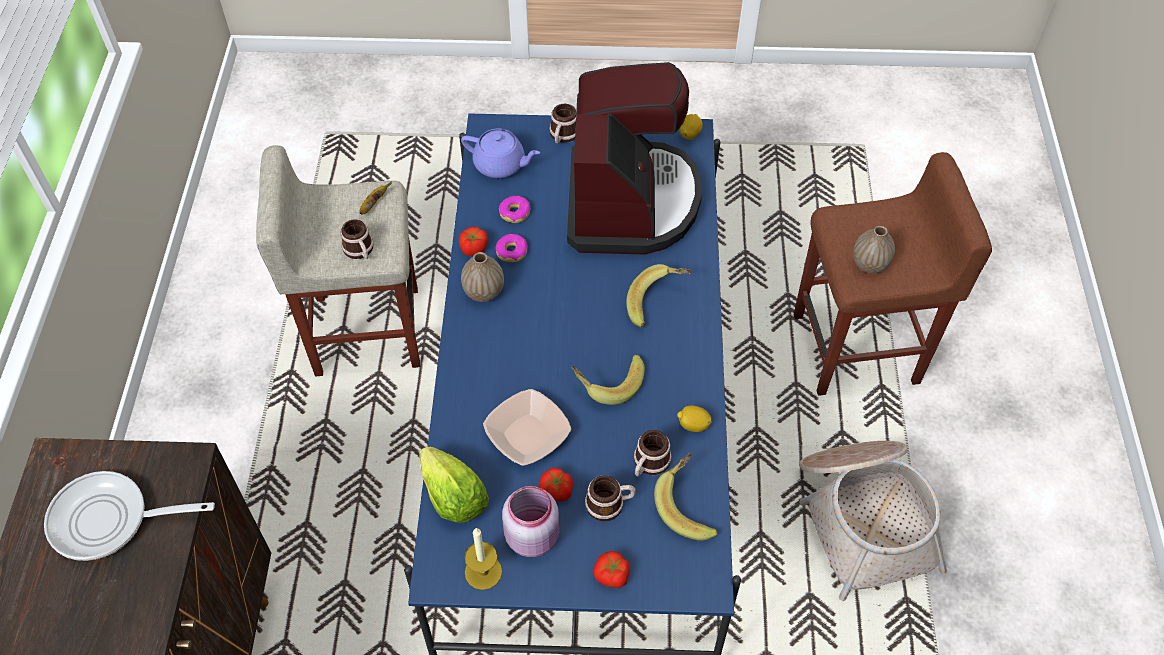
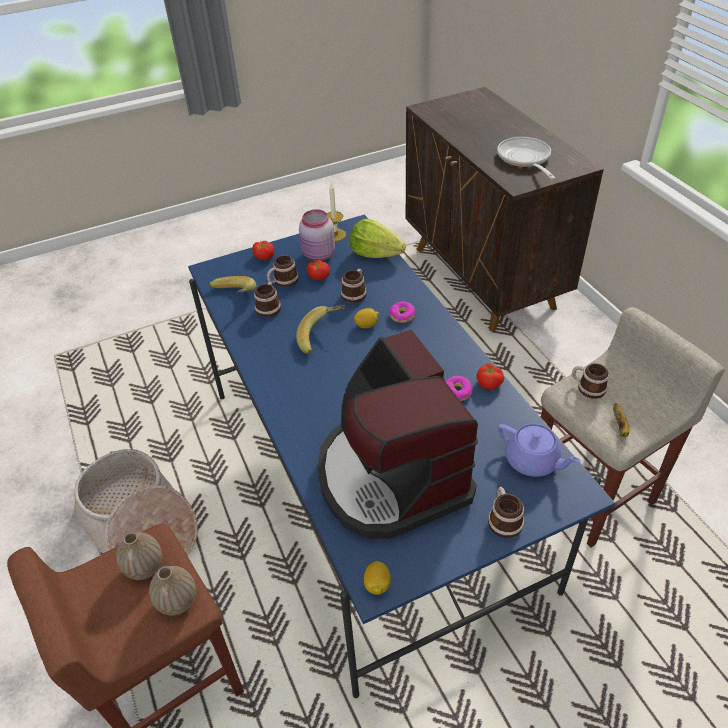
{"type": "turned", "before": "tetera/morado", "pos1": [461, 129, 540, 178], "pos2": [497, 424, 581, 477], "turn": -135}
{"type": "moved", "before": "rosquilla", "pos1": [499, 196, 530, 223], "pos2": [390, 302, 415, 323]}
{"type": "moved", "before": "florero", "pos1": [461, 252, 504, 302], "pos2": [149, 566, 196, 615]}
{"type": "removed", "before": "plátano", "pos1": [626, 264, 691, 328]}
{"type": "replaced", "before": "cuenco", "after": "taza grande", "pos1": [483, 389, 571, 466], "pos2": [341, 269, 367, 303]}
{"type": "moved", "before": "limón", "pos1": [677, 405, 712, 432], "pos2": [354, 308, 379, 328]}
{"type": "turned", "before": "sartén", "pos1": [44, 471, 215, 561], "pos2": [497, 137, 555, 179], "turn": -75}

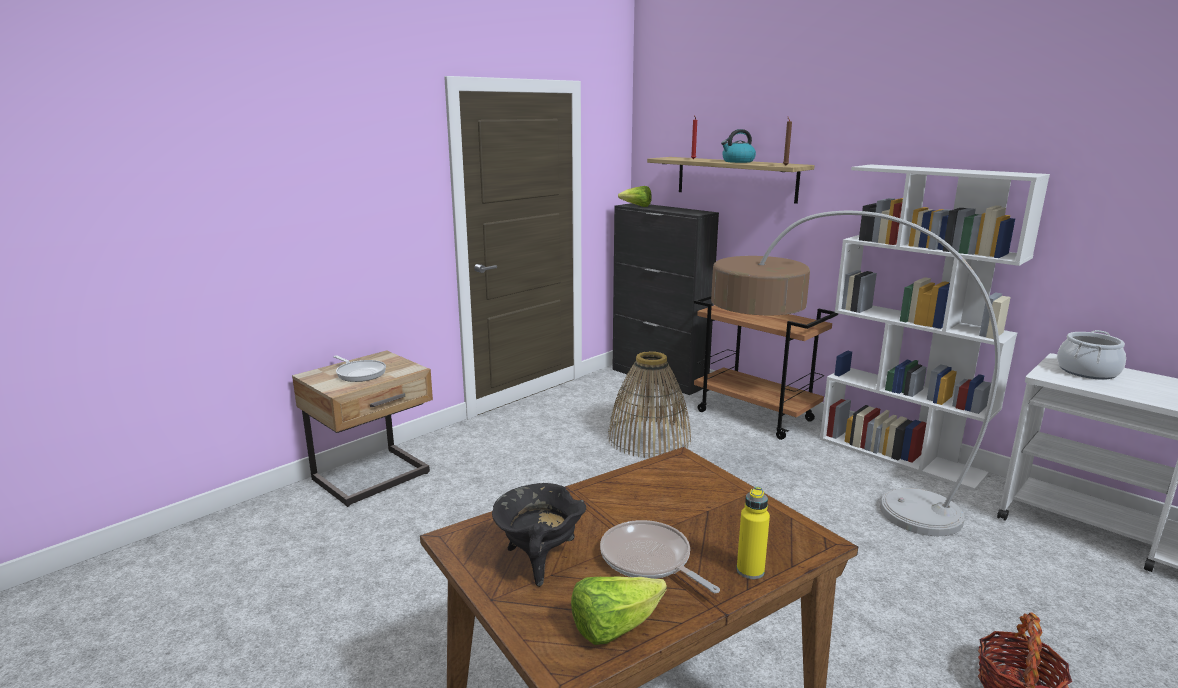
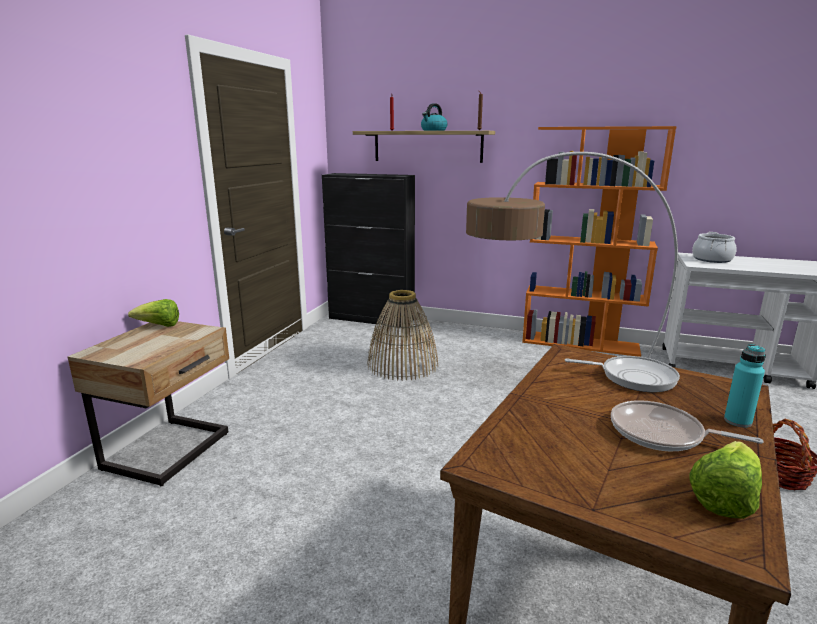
{"type": "recoloured", "before": "estantería/blanco", "after": "estantería/naranja", "pos1": [820, 164, 1050, 491], "pos2": [522, 126, 677, 357]}
{"type": "moved", "before": "lechuga", "pos1": [618, 186, 652, 207], "pos2": [128, 299, 179, 327]}
{"type": "removed", "before": "carrito/marrón", "pos1": [694, 295, 838, 440]}
{"type": "moved", "before": "sartén", "pos1": [333, 355, 386, 382], "pos2": [565, 356, 680, 392]}
{"type": "removed", "before": "olla/negro", "pos1": [492, 483, 586, 587]}
{"type": "recoloured", "before": "botella/amarillo", "after": "botella/turquesa", "pos1": [737, 487, 770, 579], "pos2": [724, 344, 766, 428]}

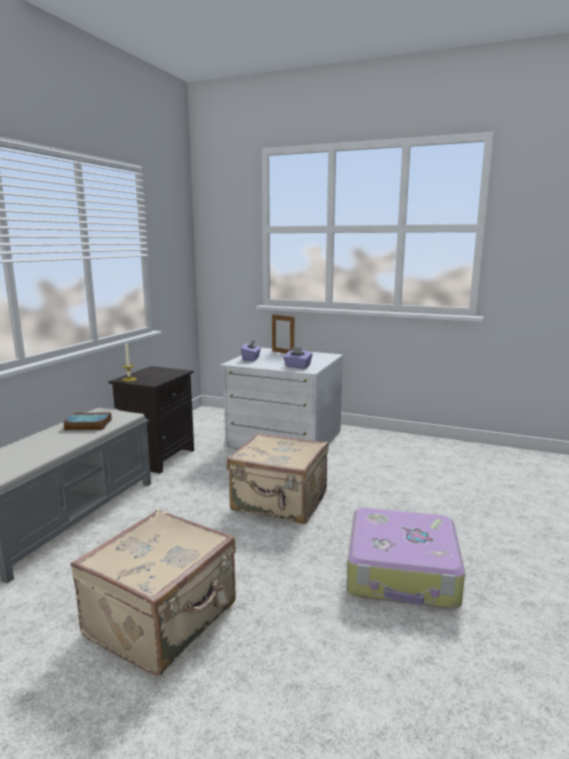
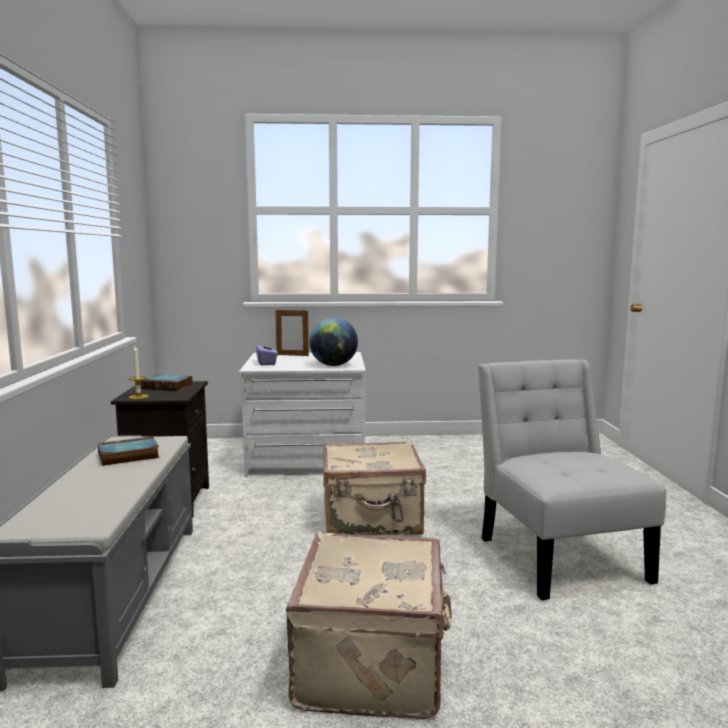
{"type": "replaced", "before": "caja de pañuelos/morado", "after": "globo terráqueo", "pos1": [283, 347, 313, 369], "pos2": [309, 317, 358, 366]}
{"type": "replaced", "before": "maleta", "after": "silla/blanco", "pos1": [347, 508, 465, 609], "pos2": [478, 359, 666, 600]}
{"type": "added", "after": "libro", "pos2": [140, 374, 193, 391]}

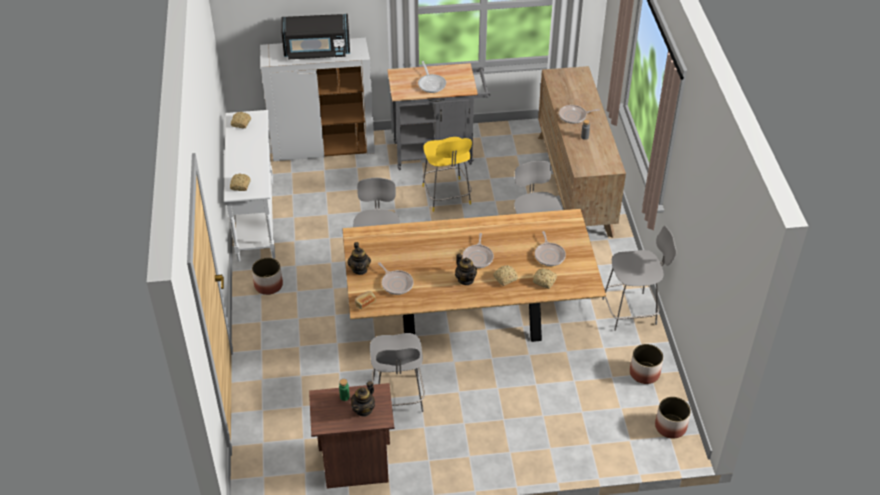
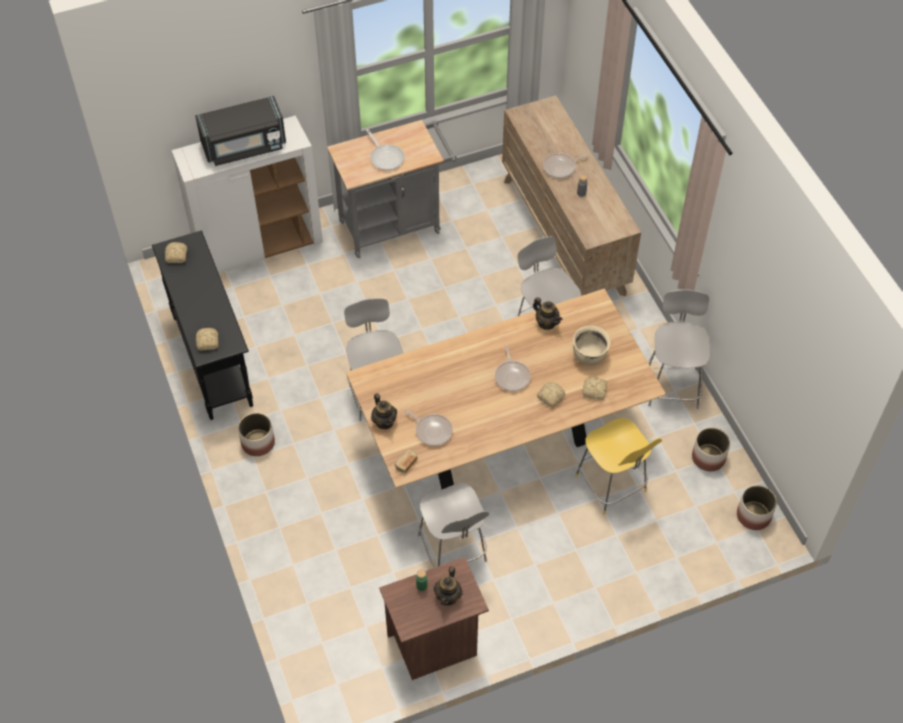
{"type": "recoloured", "before": "mesa consola/blanco", "after": "mesa consola/negro", "pos1": [224, 110, 275, 262], "pos2": [152, 230, 253, 420]}
{"type": "moved", "before": "silla/amarillo", "pos1": [422, 137, 472, 212], "pos2": [575, 418, 662, 515]}
{"type": "turned", "before": "silla/gris", "pos1": [602, 226, 676, 331], "pos2": [648, 289, 710, 409], "turn": -60}
{"type": "replaced", "before": "sartén", "after": "olla/beis", "pos1": [535, 231, 566, 266], "pos2": [573, 326, 611, 365]}
{"type": "moved", "before": "tetera", "pos1": [455, 253, 477, 285], "pos2": [533, 297, 562, 330]}

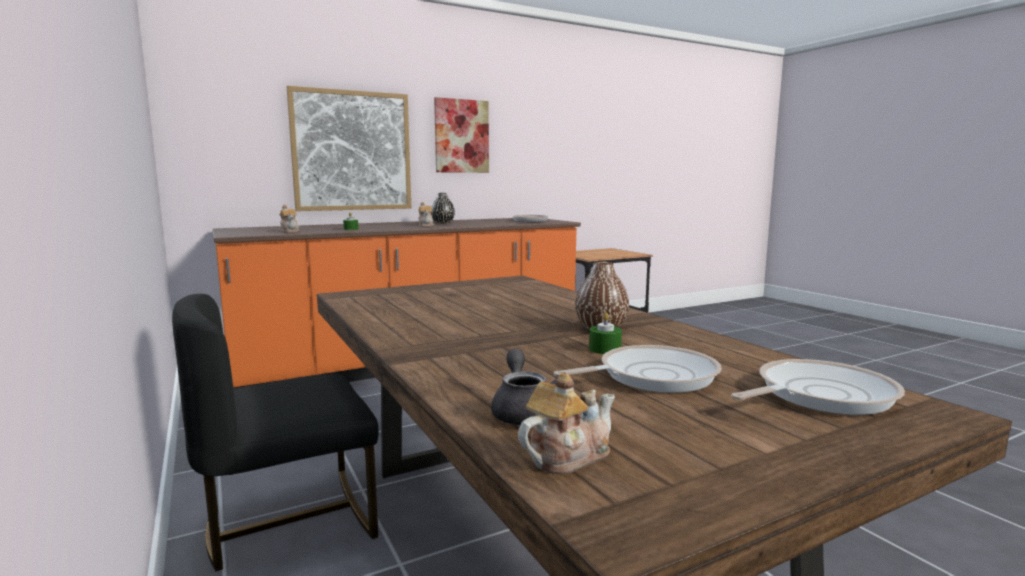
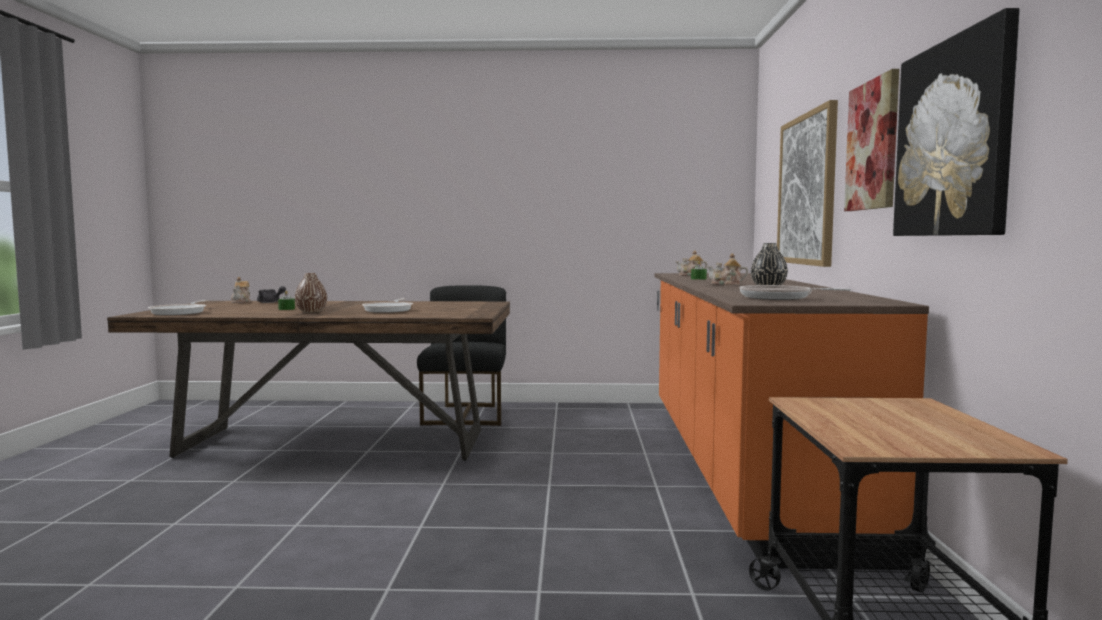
{"type": "moved", "before": "sartén", "pos1": [554, 345, 722, 393], "pos2": [362, 298, 413, 313]}
{"type": "added", "after": "cuadro", "pos2": [893, 8, 1020, 236]}

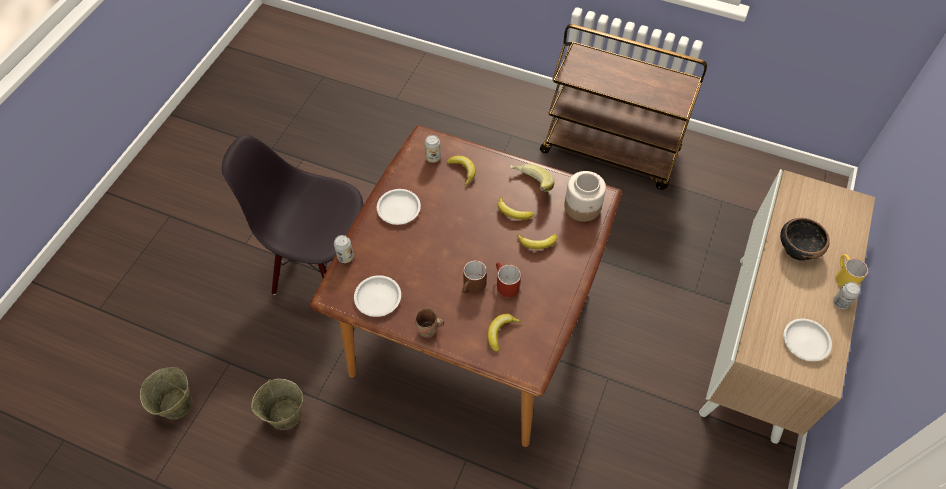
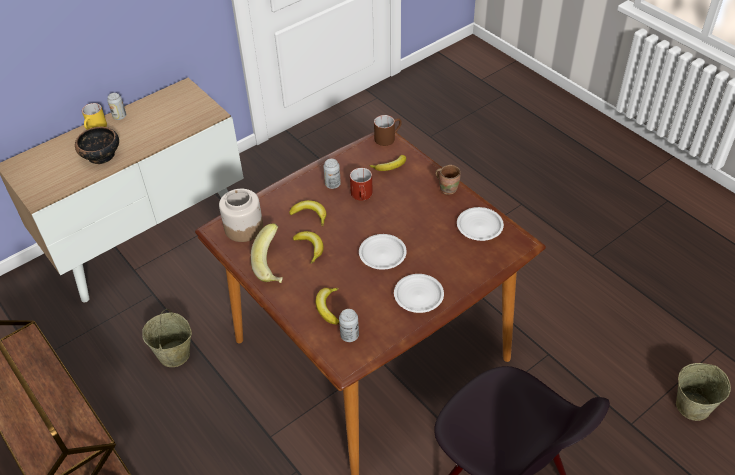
{"type": "moved", "before": "lata", "pos1": [334, 235, 354, 263], "pos2": [323, 159, 341, 189]}
{"type": "moved", "before": "taza grande/marrón", "pos1": [462, 260, 487, 294], "pos2": [374, 115, 402, 146]}
{"type": "moved", "before": "plato/blanco", "pos1": [783, 319, 832, 361], "pos2": [359, 234, 407, 270]}
{"type": "moved", "before": "cubo/beis", "pos1": [251, 379, 303, 430], "pos2": [142, 309, 192, 367]}

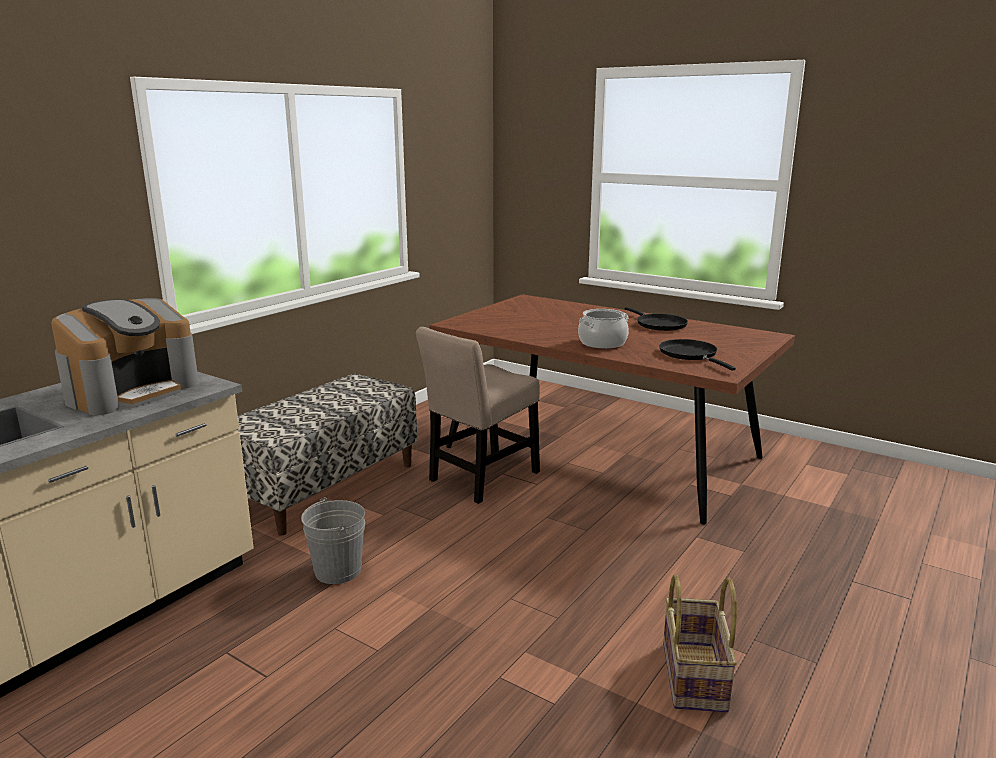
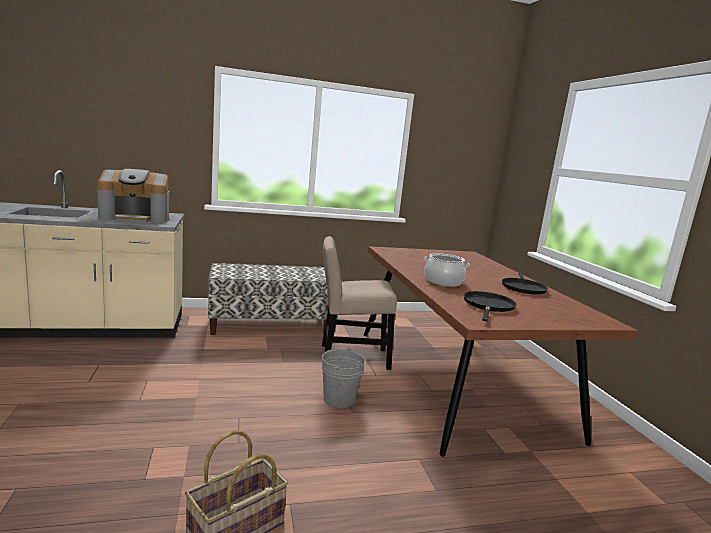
{"type": "moved", "before": "cubo/gris", "pos1": [301, 497, 365, 584], "pos2": [322, 347, 365, 408]}

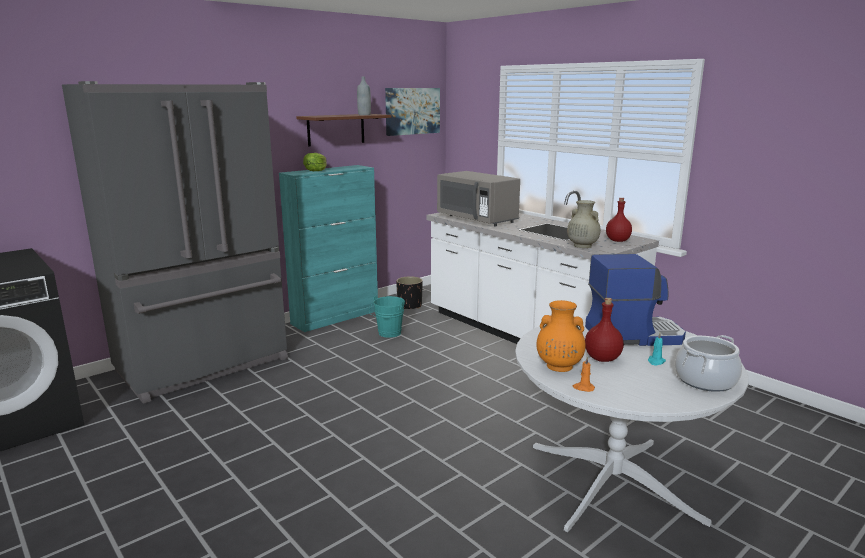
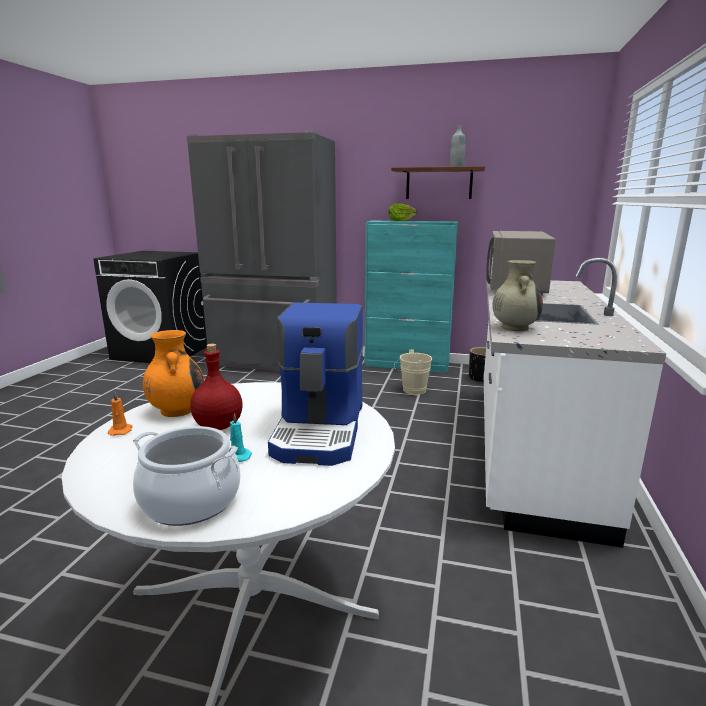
{"type": "removed", "before": "cuadro", "pos1": [385, 88, 440, 136]}
{"type": "removed", "before": "botella/rojo", "pos1": [606, 198, 632, 242]}
{"type": "turned", "before": "cafetera", "pos1": [585, 254, 686, 346], "pos2": [268, 303, 363, 466], "turn": 45}
{"type": "recoloured", "before": "cubo/turquesa", "after": "cubo/beis", "pos1": [369, 296, 405, 338], "pos2": [394, 349, 432, 395]}

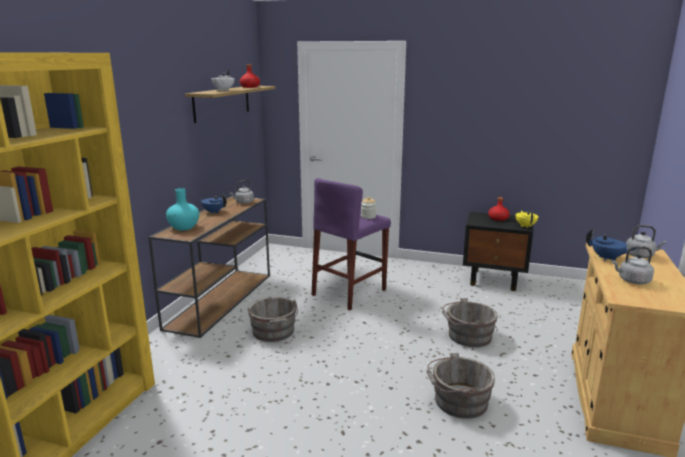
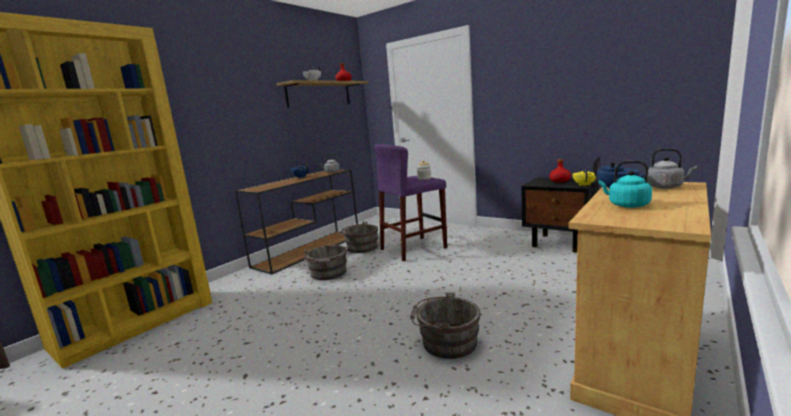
{"type": "removed", "before": "florero/turquesa", "pos1": [166, 188, 199, 231]}
{"type": "recoloured", "before": "hervidor/gris", "after": "hervidor/turquesa", "pos1": [612, 246, 654, 285], "pos2": [598, 160, 652, 208]}
{"type": "moved", "before": "cubo/gris", "pos1": [442, 298, 497, 347], "pos2": [339, 222, 378, 253]}

